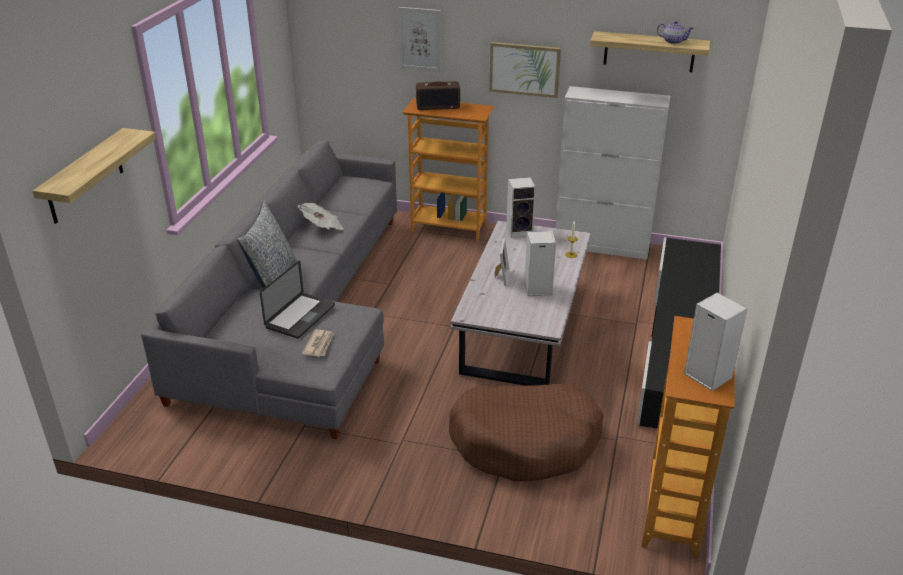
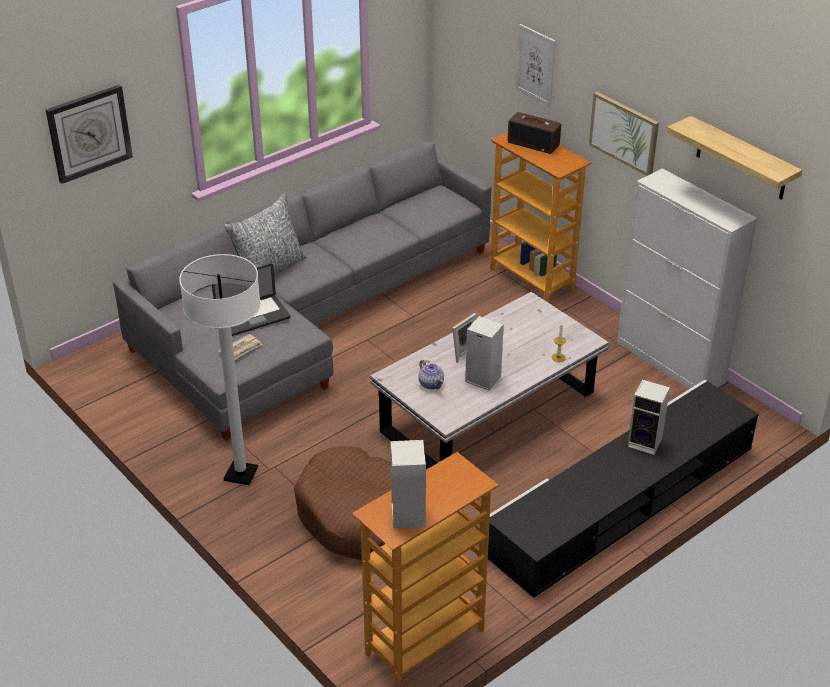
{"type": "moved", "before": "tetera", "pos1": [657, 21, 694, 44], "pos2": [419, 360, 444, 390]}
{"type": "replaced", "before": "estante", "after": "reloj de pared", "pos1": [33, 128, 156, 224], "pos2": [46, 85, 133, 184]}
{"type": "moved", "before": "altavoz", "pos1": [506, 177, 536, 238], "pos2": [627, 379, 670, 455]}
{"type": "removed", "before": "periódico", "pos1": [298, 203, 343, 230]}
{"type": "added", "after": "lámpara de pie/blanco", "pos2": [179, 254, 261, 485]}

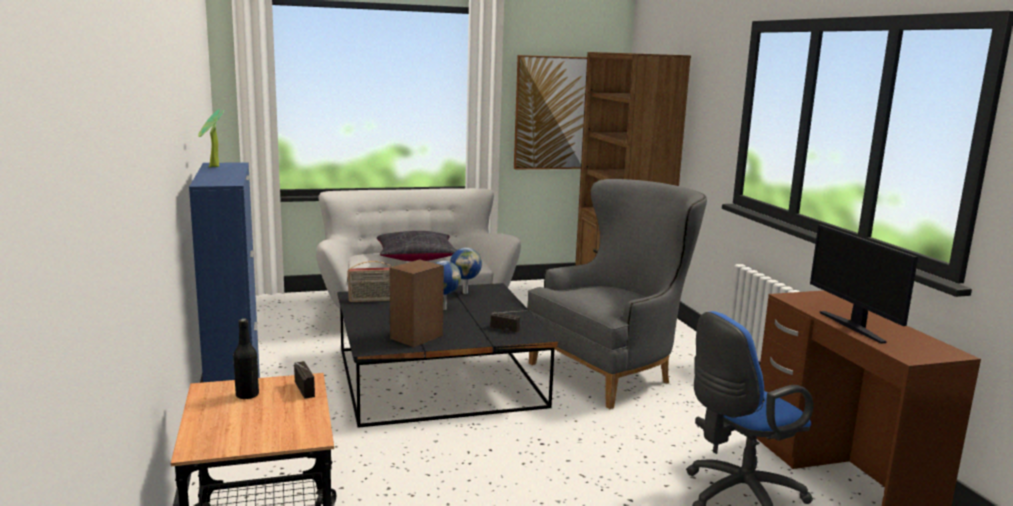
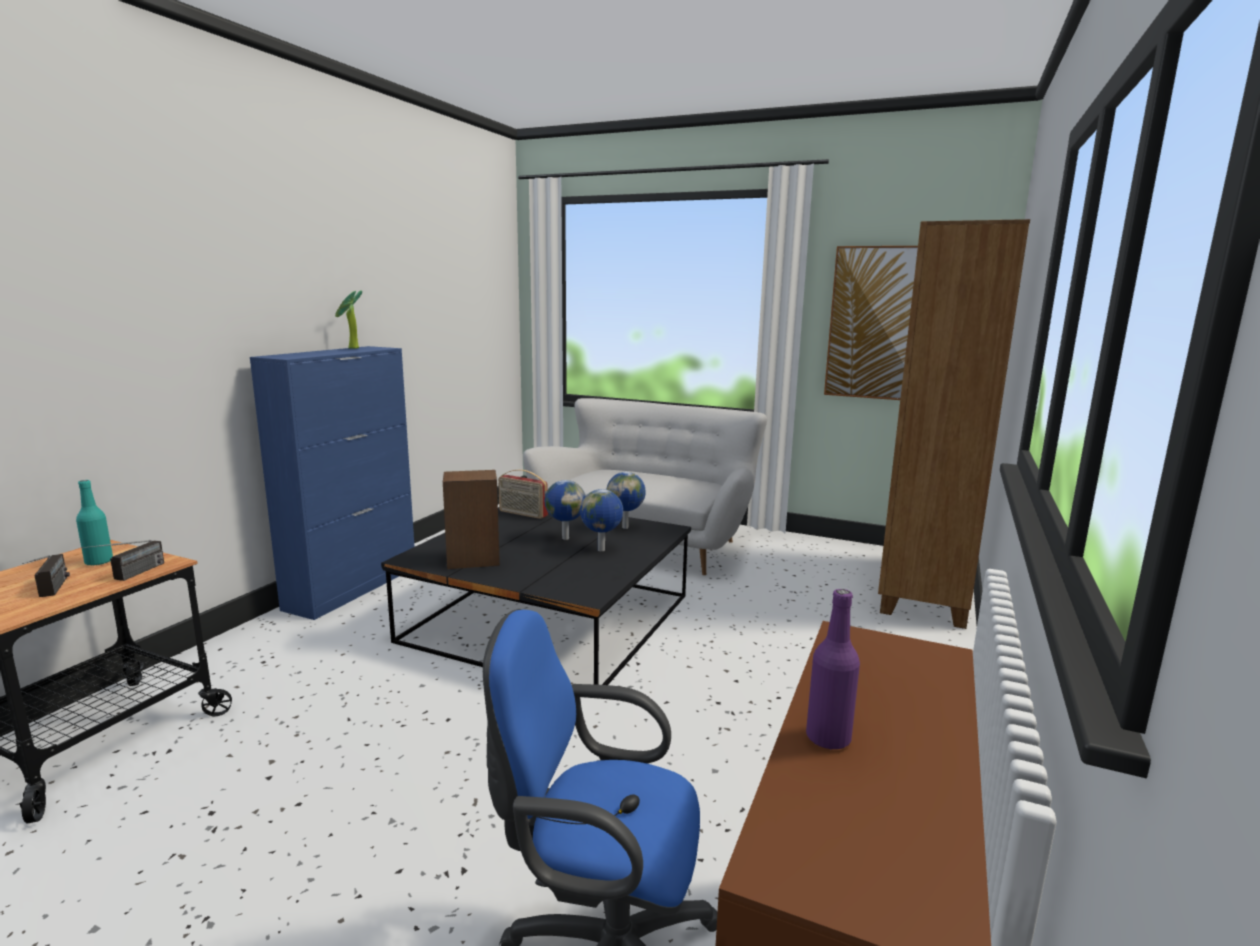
{"type": "removed", "before": "sillón/gris", "pos1": [527, 179, 707, 409]}
{"type": "replaced", "before": "monitor", "after": "botella/morado", "pos1": [810, 224, 918, 344], "pos2": [806, 589, 860, 750]}
{"type": "removed", "before": "cojín/negro", "pos1": [377, 231, 457, 262]}
{"type": "moved", "before": "radio", "pos1": [490, 310, 528, 332], "pos2": [22, 554, 70, 597]}
{"type": "recoloured", "before": "botella/negro", "after": "botella/turquesa", "pos1": [233, 319, 259, 400], "pos2": [76, 480, 113, 565]}
{"type": "added", "after": "globo terráqueo", "pos2": [580, 489, 623, 551]}

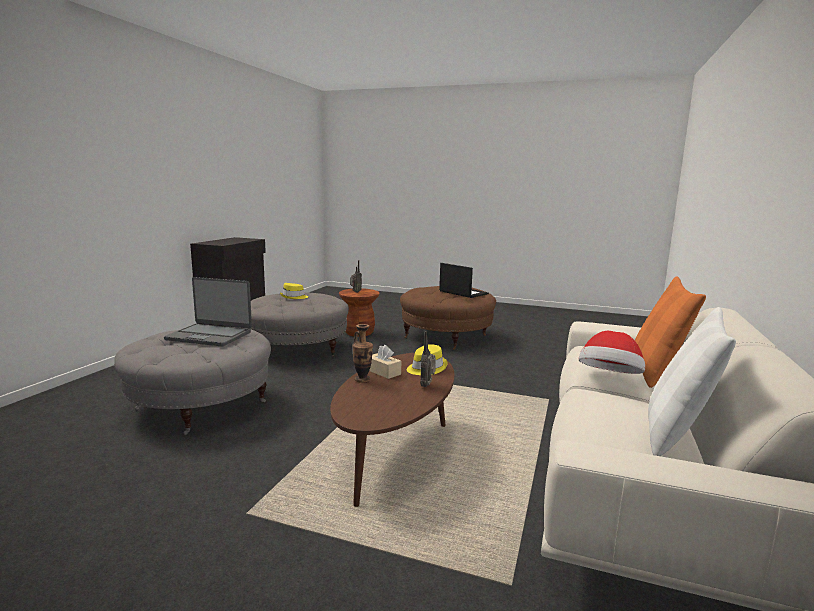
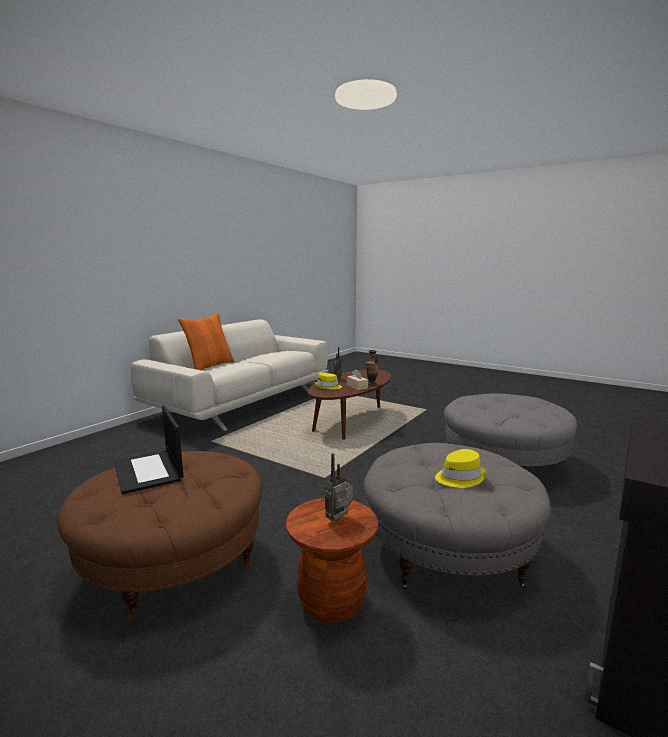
{"type": "removed", "before": "portátil", "pos1": [164, 277, 252, 346]}
{"type": "removed", "before": "cojín/blanco", "pos1": [648, 307, 736, 456]}
{"type": "removed", "before": "sombrero", "pos1": [579, 331, 645, 374]}

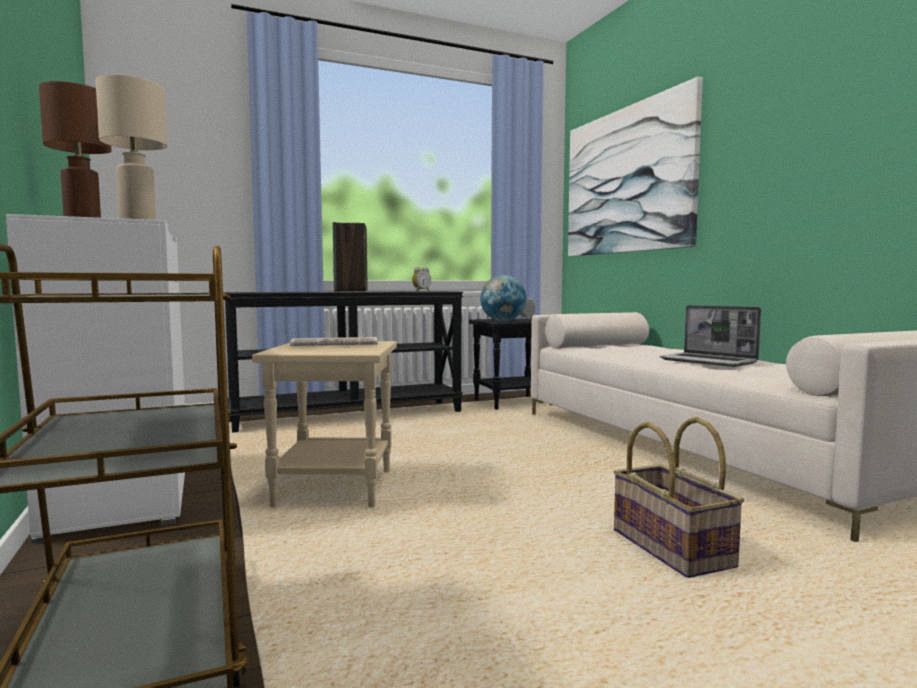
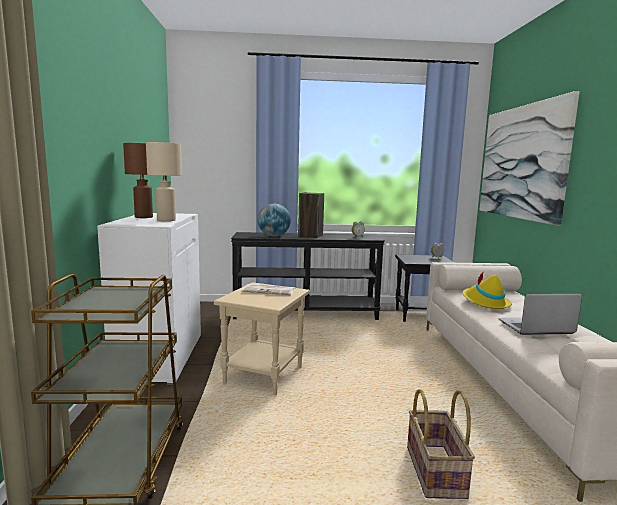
{"type": "moved", "before": "globo terráqueo", "pos1": [480, 275, 527, 322], "pos2": [258, 204, 291, 237]}
{"type": "turned", "before": "portátil", "pos1": [659, 305, 761, 367], "pos2": [499, 293, 582, 335], "turn": 105}
{"type": "added", "after": "sombrero/amarillo", "pos2": [463, 271, 512, 309]}

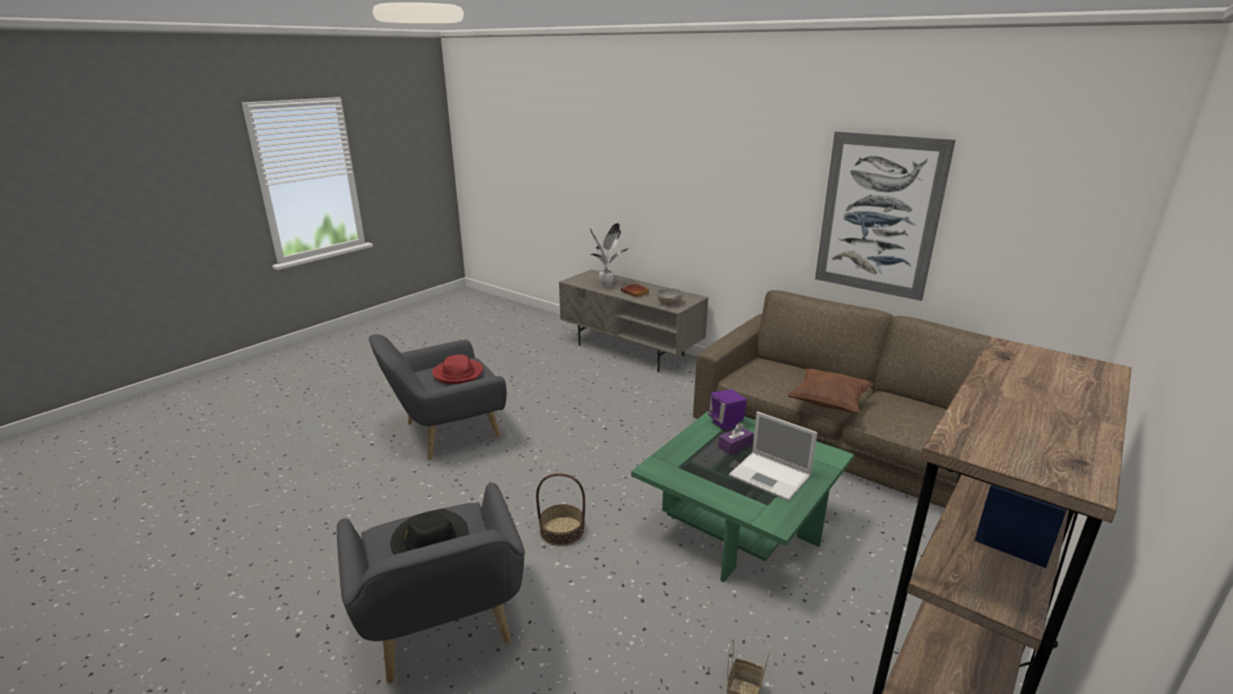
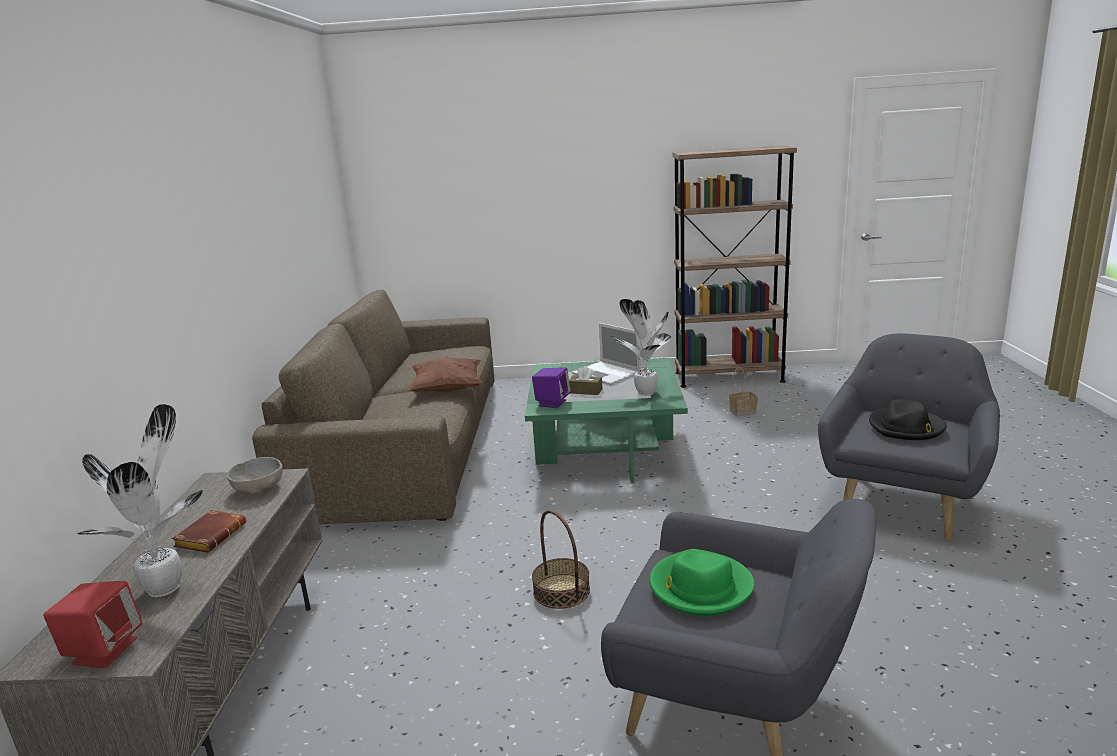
{"type": "removed", "before": "cuadro", "pos1": [815, 131, 956, 301]}
{"type": "recoloured", "before": "sombrero/rojo", "after": "sombrero/verde", "pos1": [432, 355, 483, 384], "pos2": [649, 549, 754, 616]}
{"type": "turned", "before": "portátil", "pos1": [729, 411, 817, 501], "pos2": [572, 323, 641, 385], "turn": 135}
{"type": "recoloured", "before": "caja de pañuelos/morado", "after": "caja de pañuelos/marrón", "pos1": [718, 423, 754, 455], "pos2": [569, 366, 602, 395]}
{"type": "moved", "before": "cesta", "pos1": [536, 473, 585, 546], "pos2": [532, 510, 590, 609]}
{"type": "added", "after": "planta en maceta", "pos2": [610, 299, 671, 396]}
{"type": "added", "after": "altavoz/rojo", "pos2": [43, 581, 143, 668]}

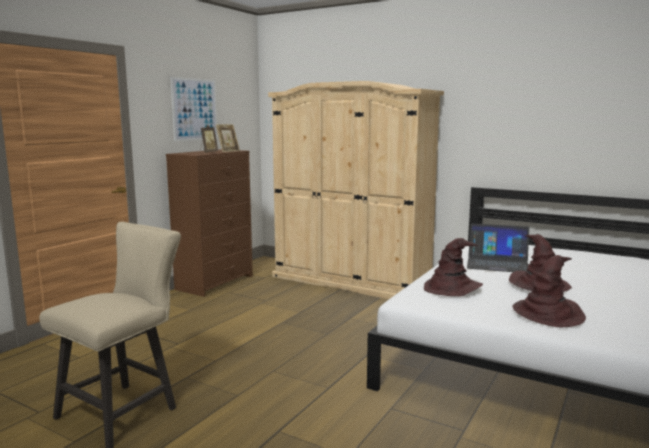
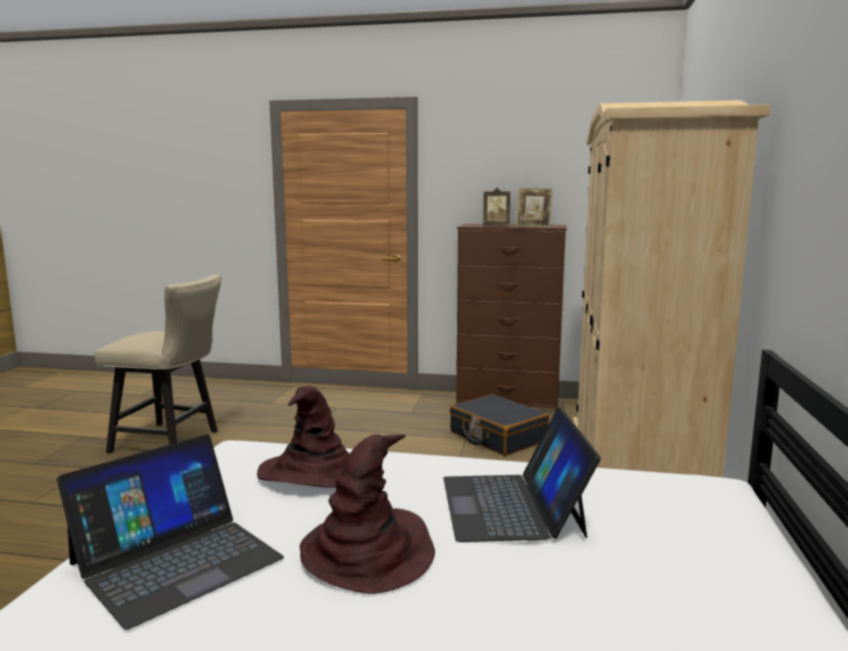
{"type": "removed", "before": "cuadro", "pos1": [171, 77, 218, 141]}
{"type": "replaced", "before": "sombrero/marrón", "after": "portátil", "pos1": [512, 255, 586, 327], "pos2": [57, 434, 284, 630]}
{"type": "added", "after": "maleta/negro", "pos2": [450, 394, 549, 456]}

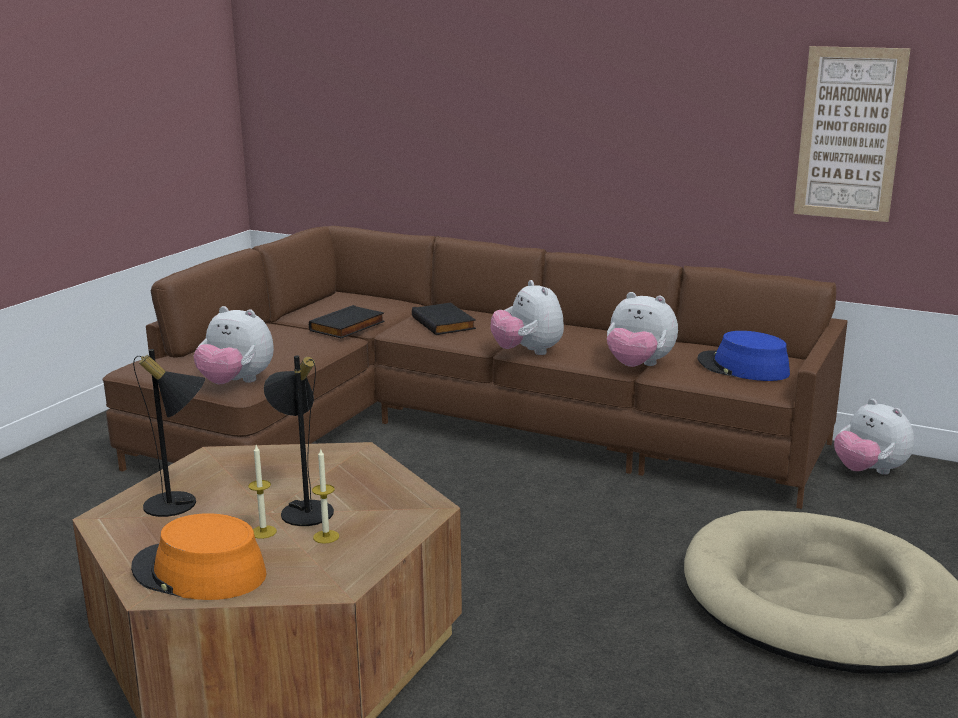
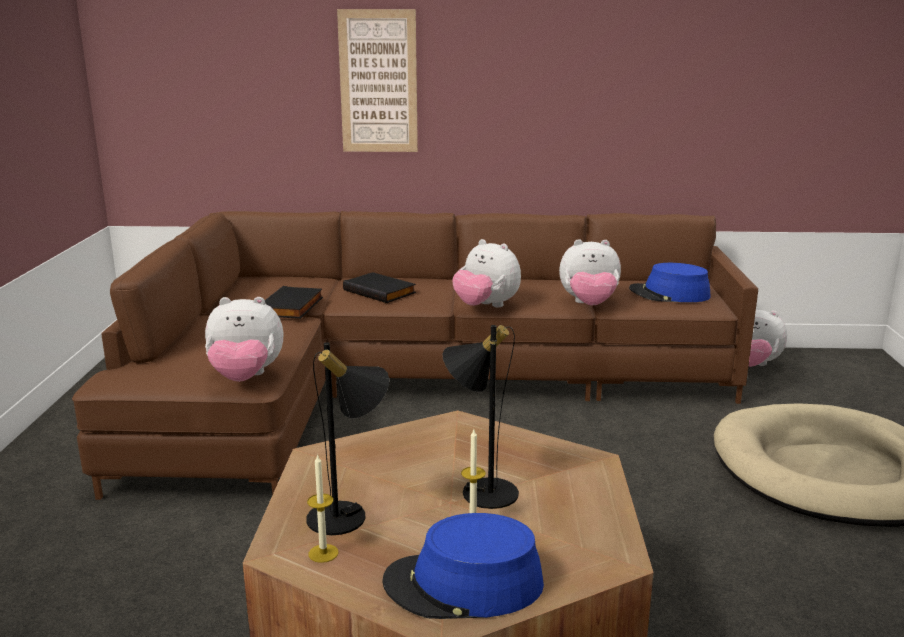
{"type": "moved", "before": "cuadro", "pos1": [794, 46, 911, 222], "pos2": [337, 9, 418, 152]}
{"type": "moved", "before": "vela", "pos1": [312, 449, 339, 544], "pos2": [307, 454, 338, 563]}
{"type": "recoloured", "before": "sombrero/naranja", "after": "sombrero/azul", "pos1": [131, 513, 267, 600], "pos2": [382, 513, 544, 619]}

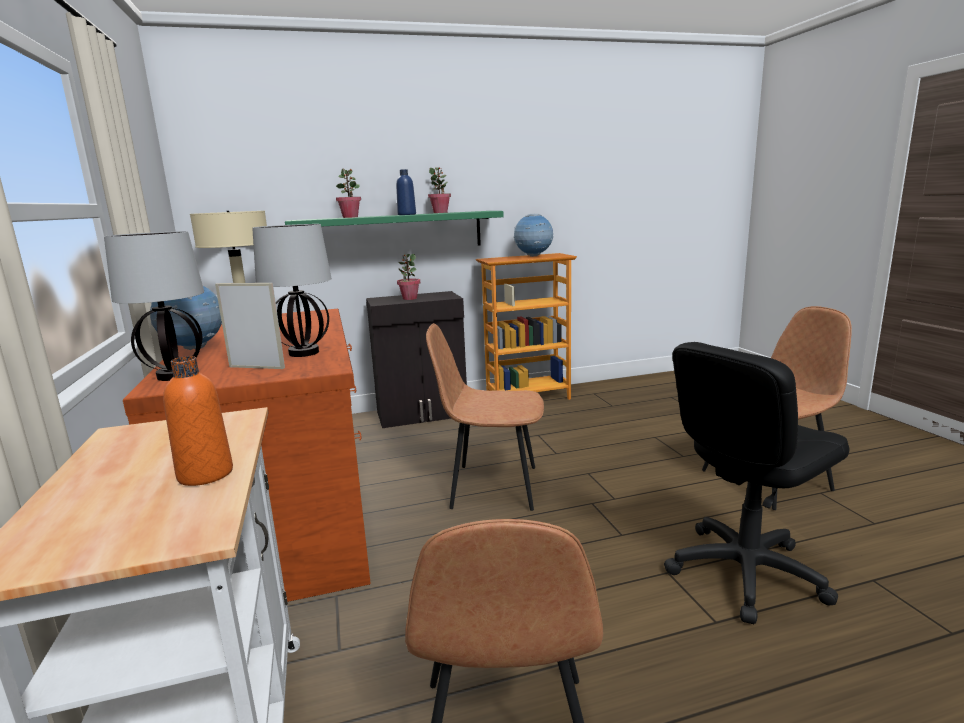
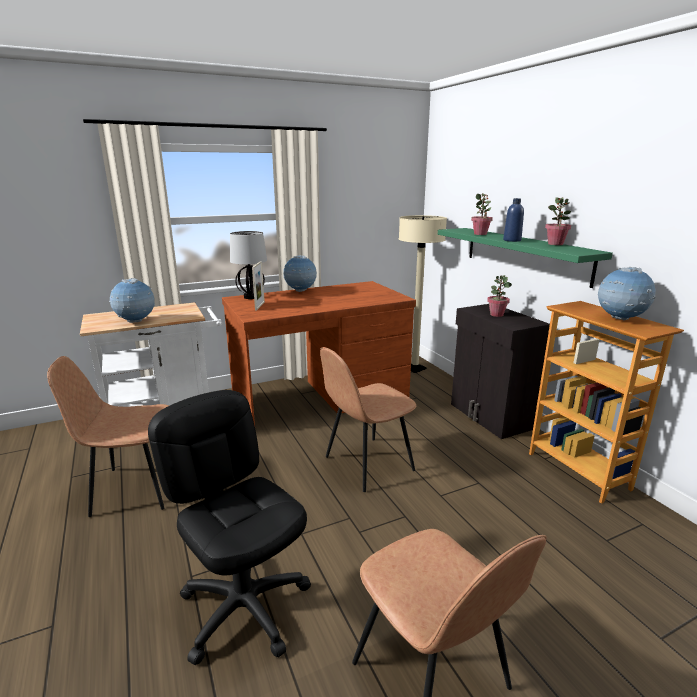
{"type": "removed", "before": "lámpara de mesa", "pos1": [252, 224, 332, 357]}
{"type": "turned", "before": "silla/marrón", "pos1": [426, 323, 544, 511], "pos2": [320, 347, 416, 492], "turn": -120}
{"type": "replaced", "before": "botella/naranja", "after": "globo terráqueo", "pos1": [163, 356, 233, 486], "pos2": [109, 278, 155, 323]}

